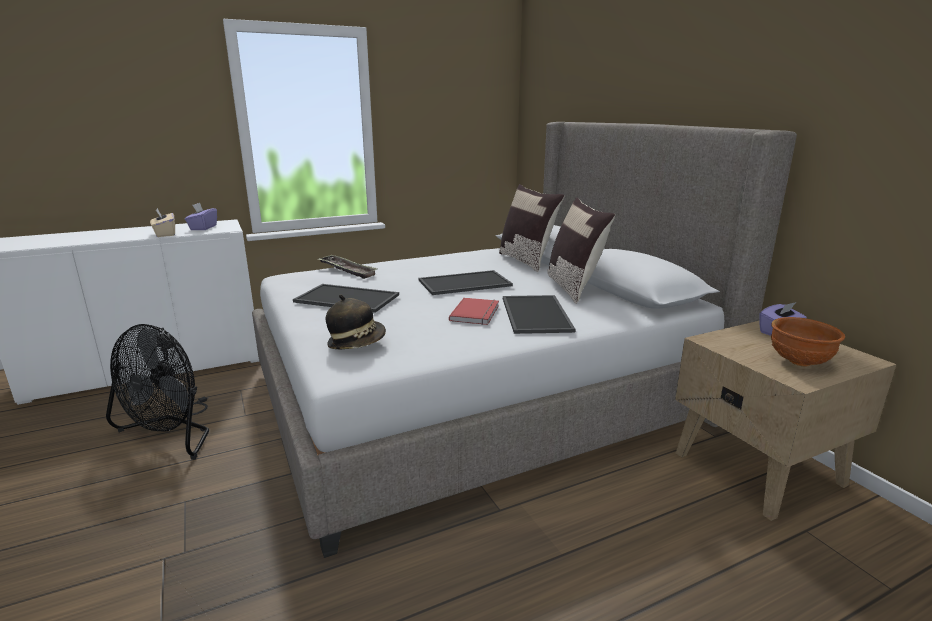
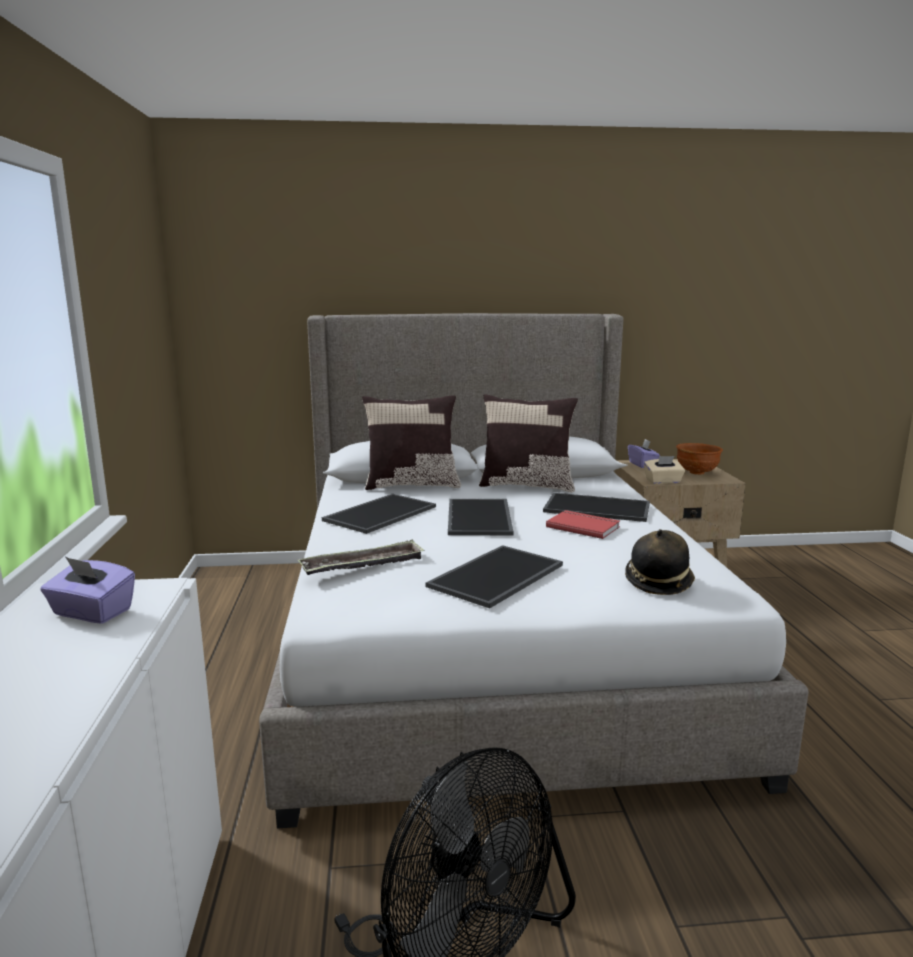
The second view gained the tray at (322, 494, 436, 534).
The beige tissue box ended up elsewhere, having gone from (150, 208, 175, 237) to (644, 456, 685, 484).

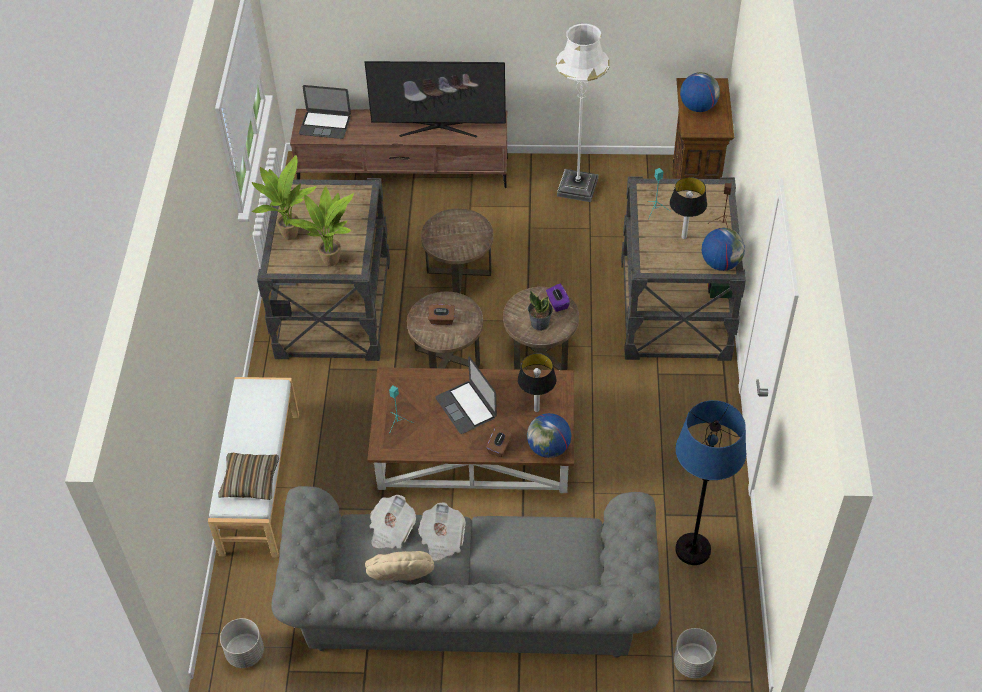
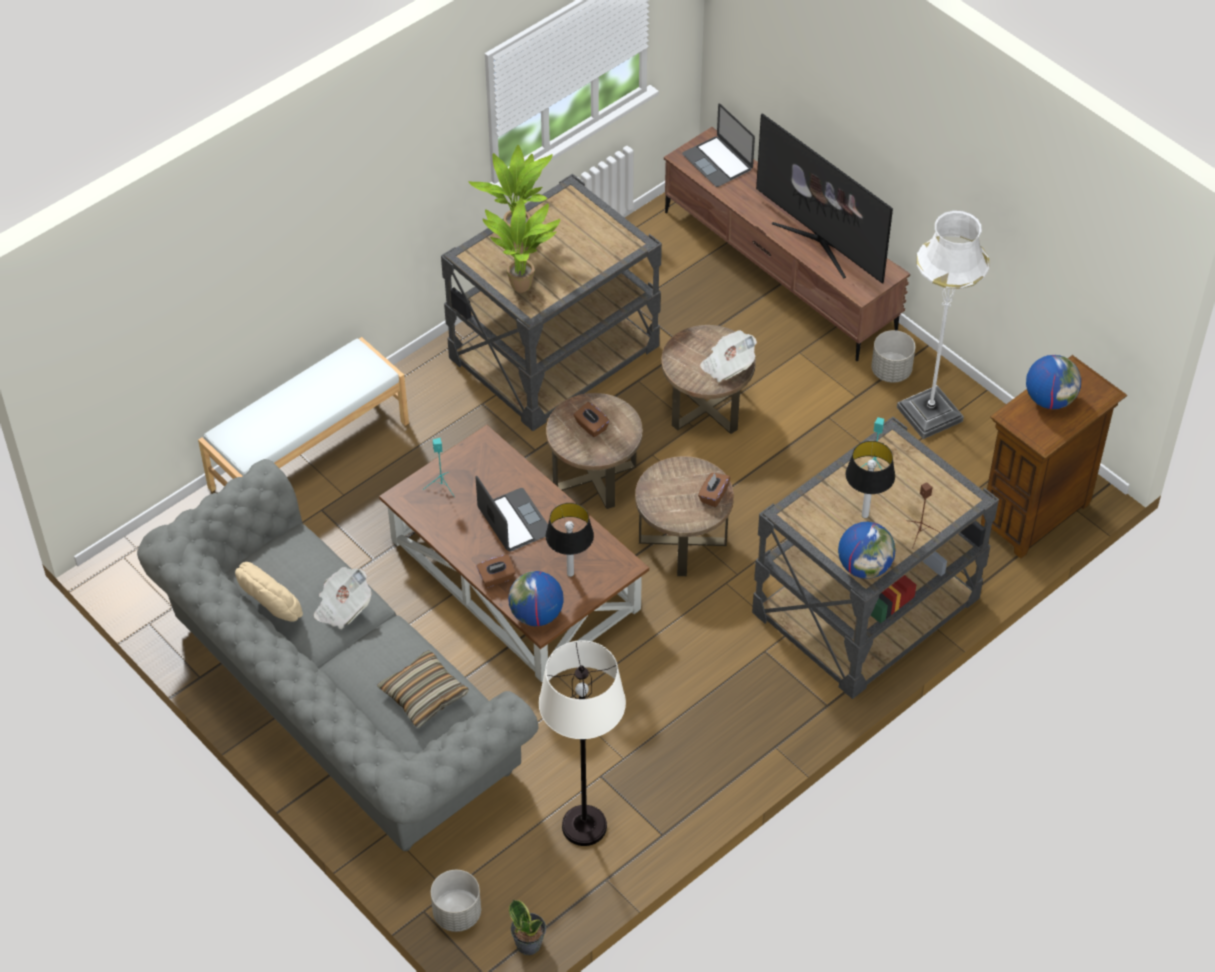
The pillow ended up elsewhere, having gone from (218, 453, 279, 500) to (377, 650, 469, 728).
The grey planter ended up elsewhere, having gone from (220, 618, 264, 668) to (871, 330, 915, 383).
The newspaper ended up elsewhere, having gone from (369, 495, 416, 549) to (700, 330, 757, 382).
The potted plant ended up elsewhere, having gone from (528, 291, 553, 331) to (509, 899, 546, 955).
What was the purple tissue box at (546, 284, 570, 312) turned into the brown tissue box at (698, 472, 730, 507).
What was the blue floor lamp at (675, 400, 746, 565) turned into the white floor lamp at (539, 640, 626, 846).
The laptop at (435, 357, 497, 434) ended up facing another way, 135 degrees clockwise from before.

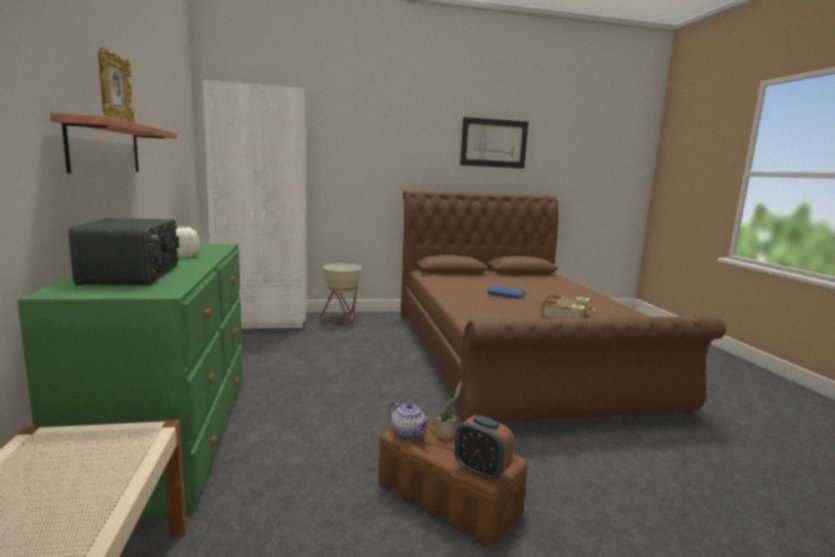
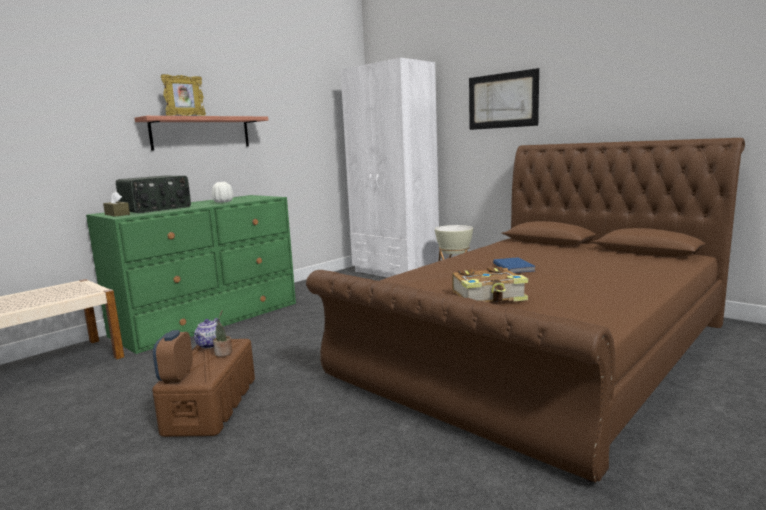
The second view gained the brown tissue box at (103, 191, 130, 217).
The picture ended up elsewhere, having gone from (460, 117, 528, 169) to (469, 68, 539, 130).

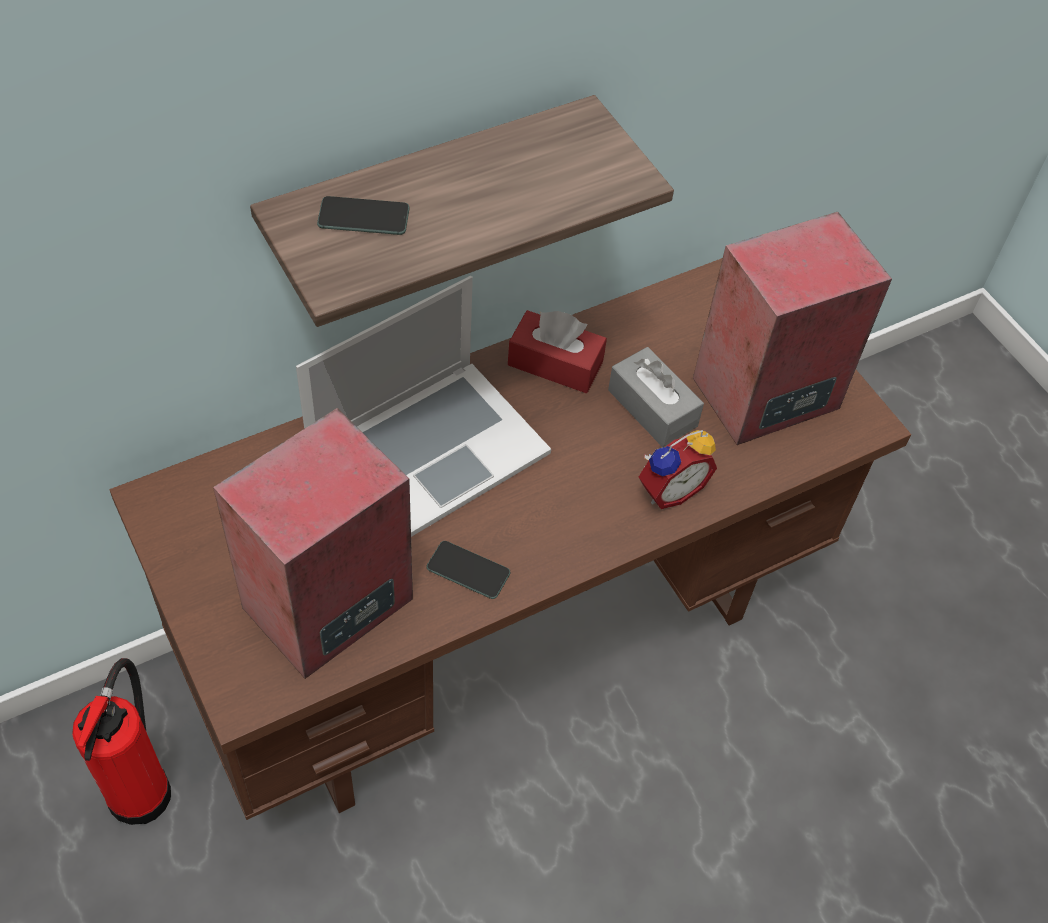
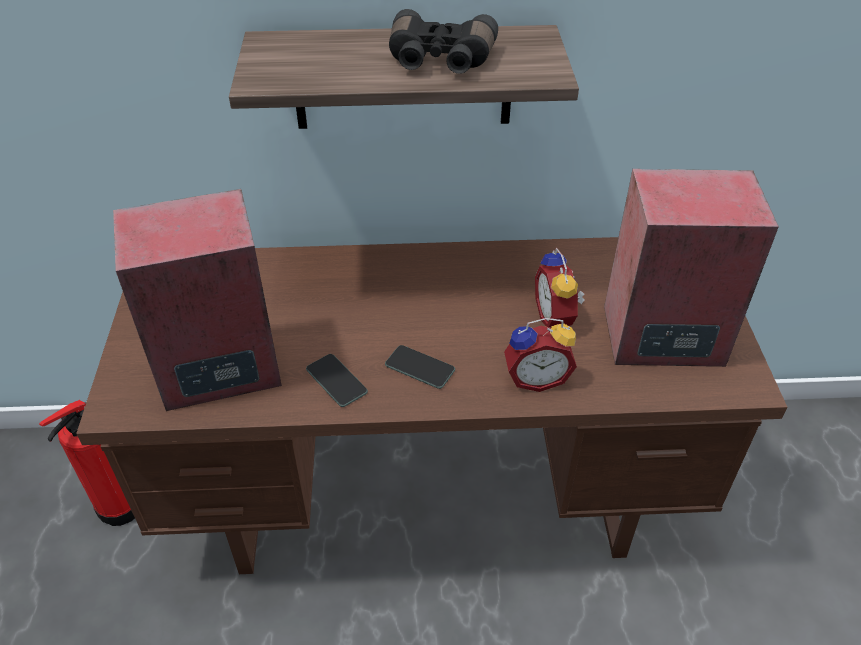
The second view lost the laptop at (296, 276, 551, 537).
The second view lost the red tissue box at (508, 310, 607, 393).
The second view gained the black binoculars at (389, 9, 498, 74).
The phone ended up elsewhere, having gone from (317, 196, 410, 235) to (385, 345, 455, 389).
Where the grey tissue box stood at (608, 347, 704, 447), the alarm clock came to stand at (535, 248, 585, 328).

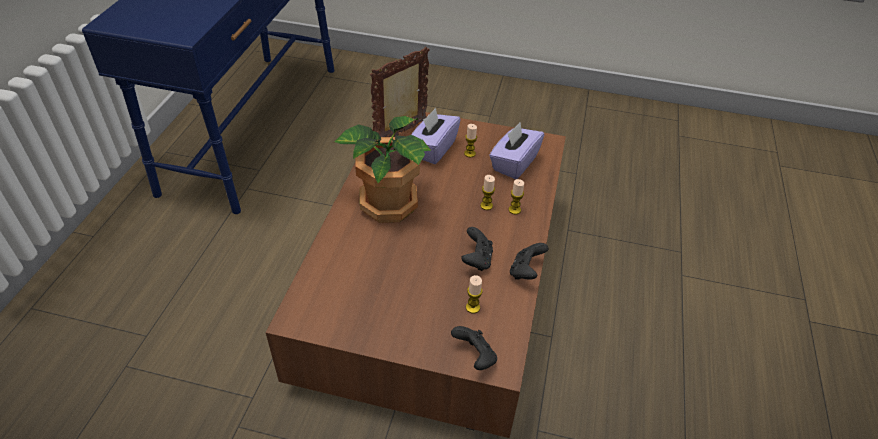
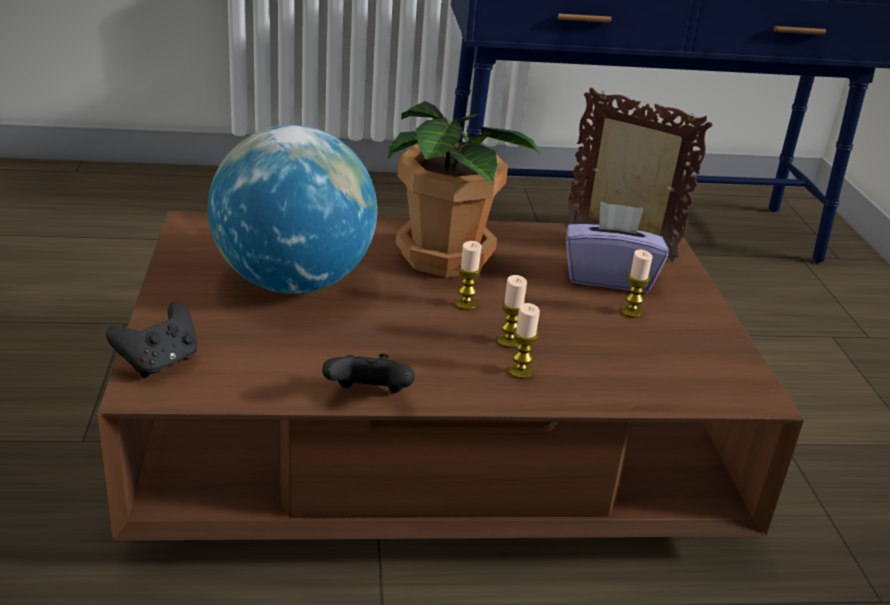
The second view lost the black game controller at (461, 227, 493, 271).
The second view lost the purple tissue box at (489, 122, 544, 179).
The second view gained the globe at (208, 125, 377, 294).
The candle ended up elsewhere, having gone from (466, 275, 482, 314) to (455, 241, 481, 310).

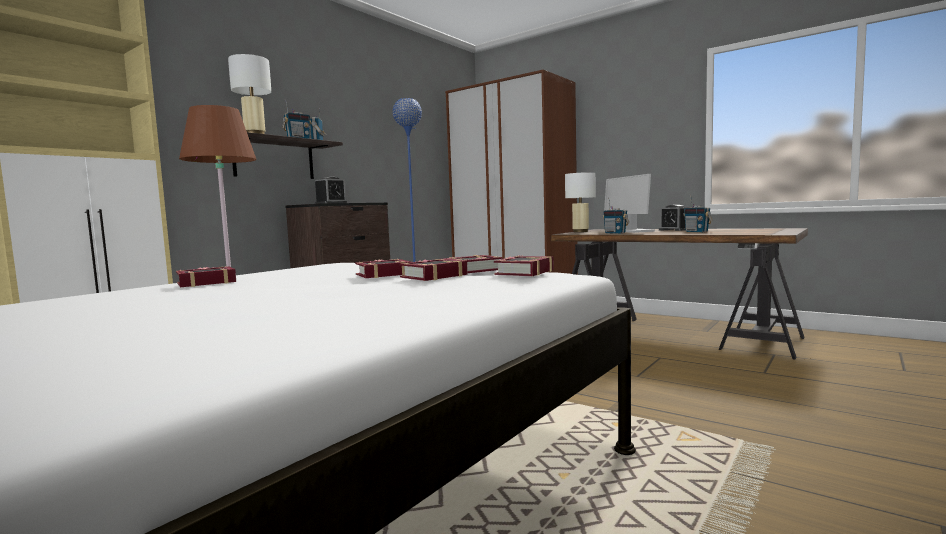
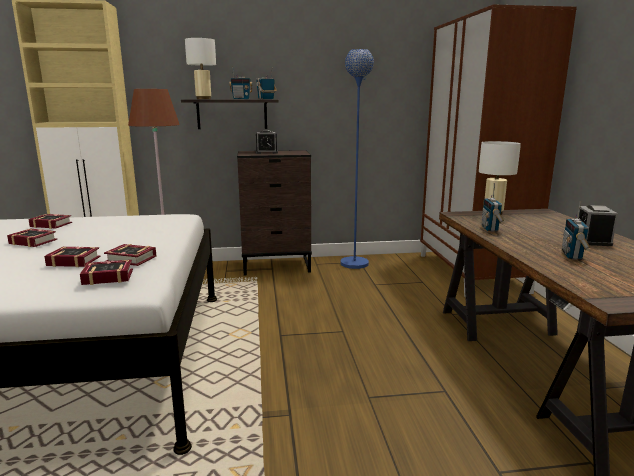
The second view lost the monitor at (604, 174, 655, 233).
The book ended up elsewhere, having gone from (355, 259, 411, 278) to (7, 228, 57, 247).

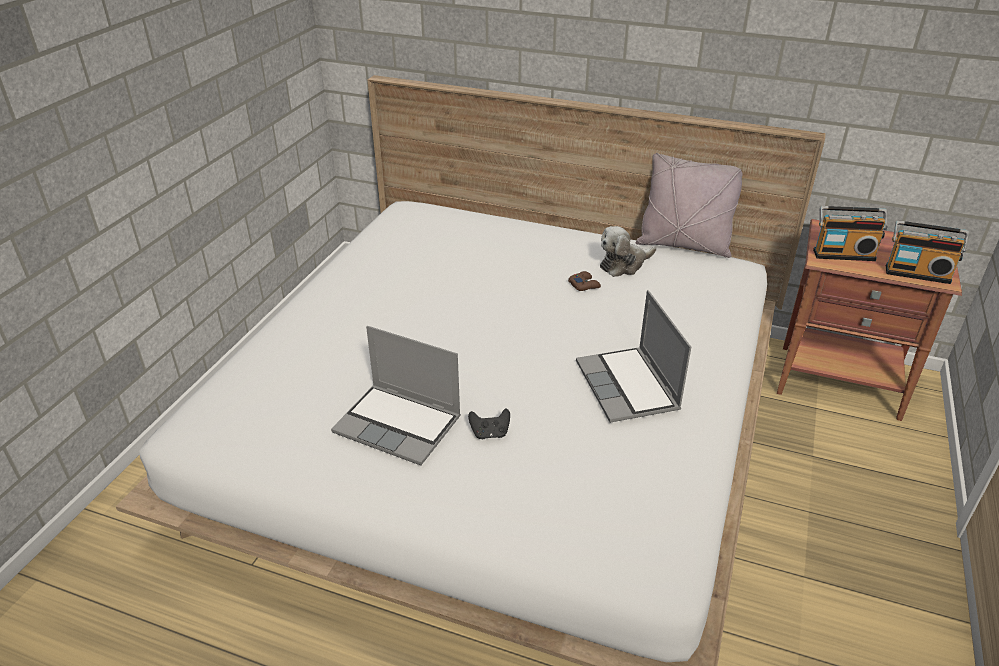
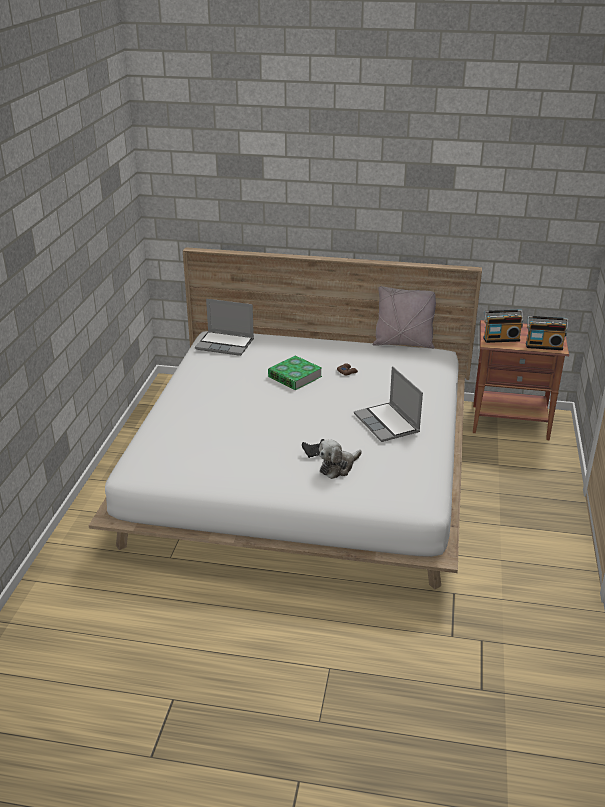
The second view gained the book at (268, 355, 322, 390).
The laptop ended up elsewhere, having gone from (331, 326, 461, 465) to (195, 299, 254, 356).
The plush toy ended up elsewhere, having gone from (600, 226, 656, 277) to (319, 439, 362, 479).

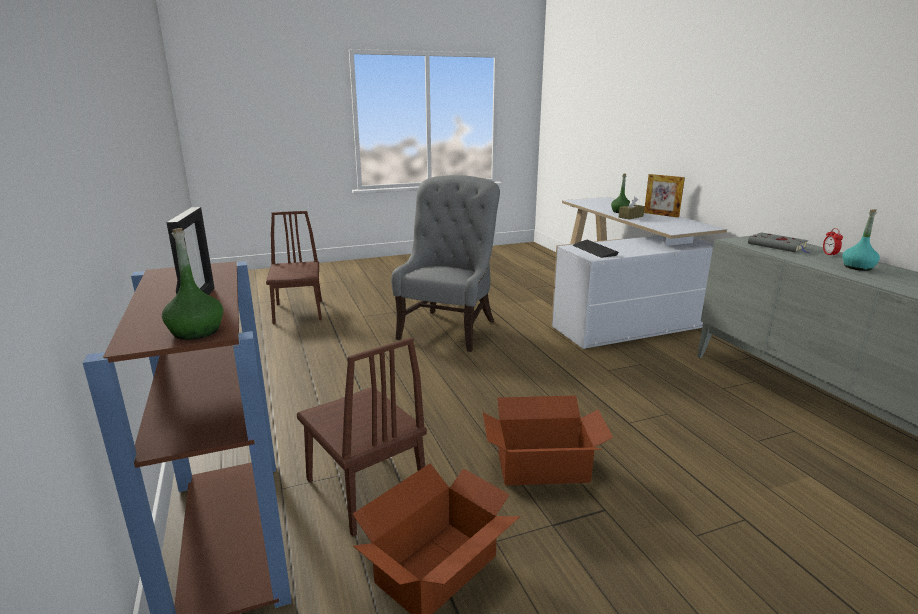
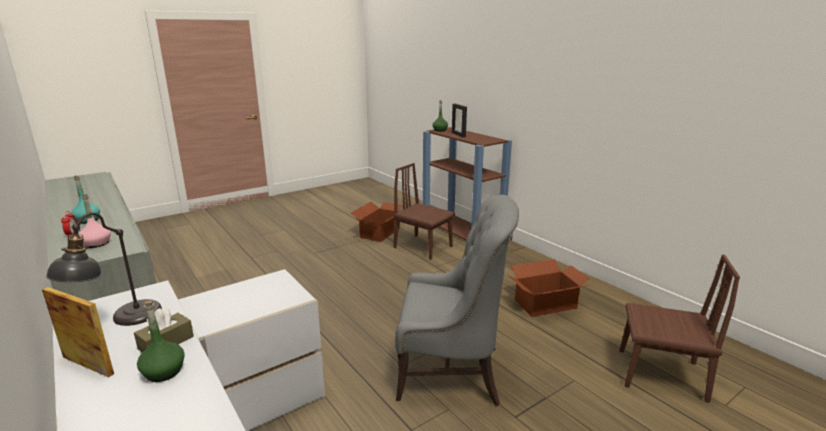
The second view lost the keyboard at (573, 240, 619, 258).
The second view gained the grey table lamp at (46, 212, 162, 326).
The cardboard box ended up elsewhere, having gone from (483, 396, 613, 486) to (509, 259, 590, 317).
Where the grey book stood at (748, 232, 810, 253), the pink bottle came to stand at (79, 194, 111, 248).
The brown chair at (266, 211, 322, 324) ended up facing another way, 45 degrees counterclockwise from before.
The grey chair at (391, 175, 500, 352) ended up facing another way, 90 degrees counterclockwise from before.

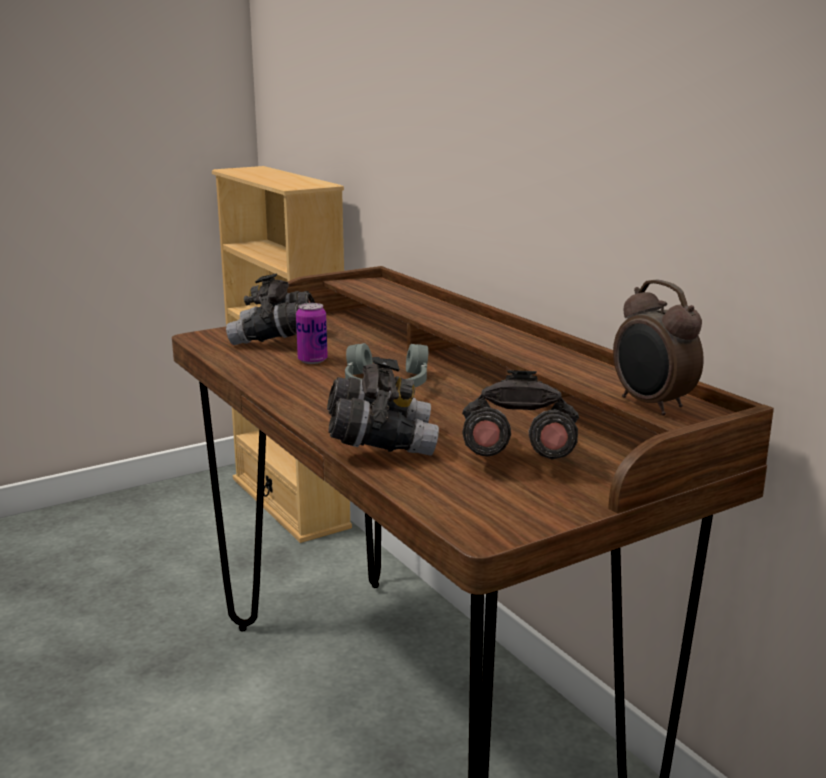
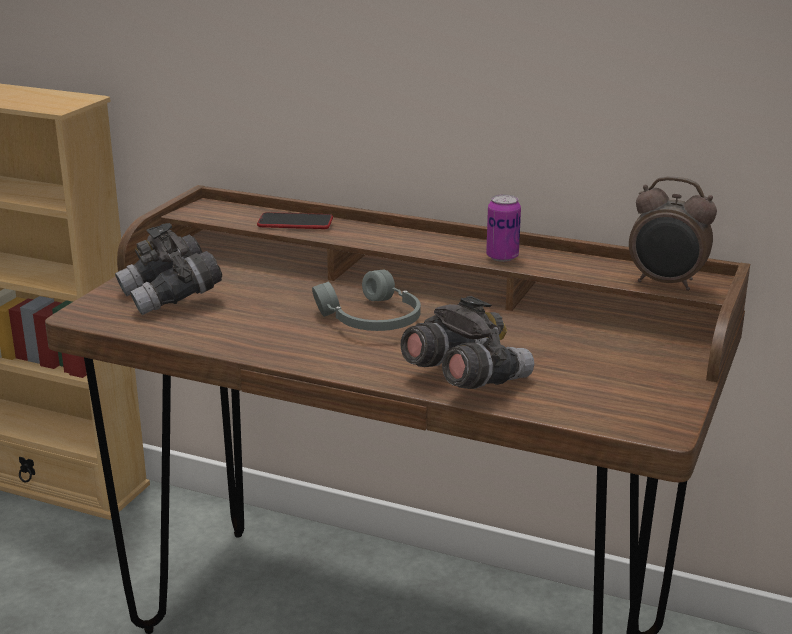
The second view lost the grey binoculars at (462, 370, 579, 459).
The second view gained the phone at (257, 212, 333, 229).
The can ended up elsewhere, having gone from (296, 303, 328, 364) to (486, 194, 521, 262).

